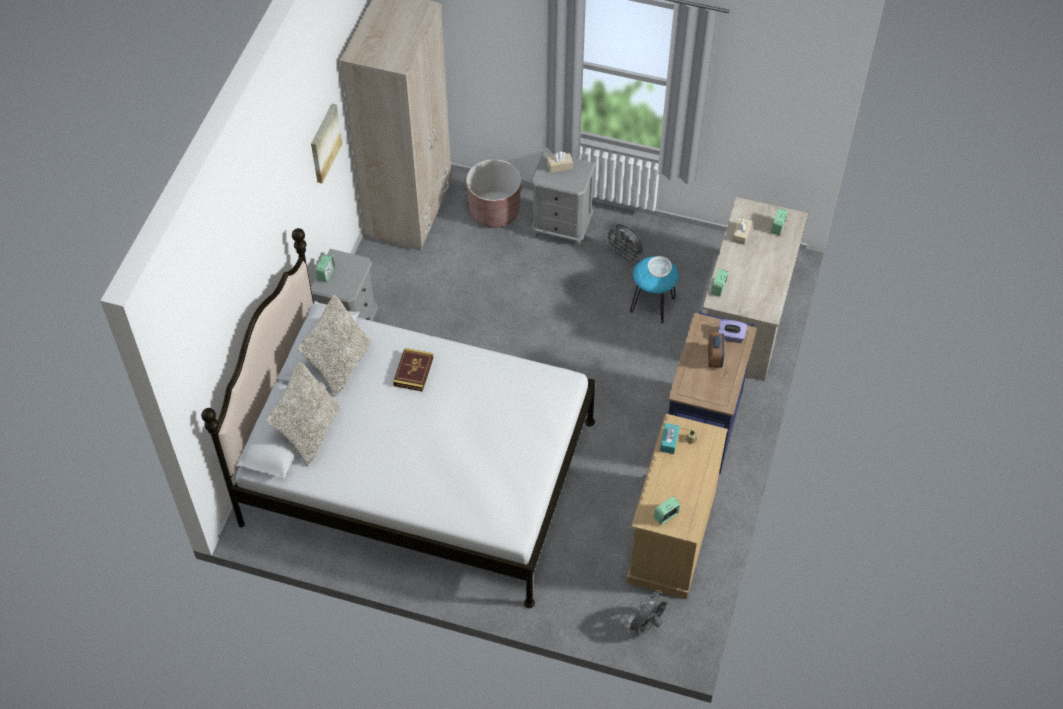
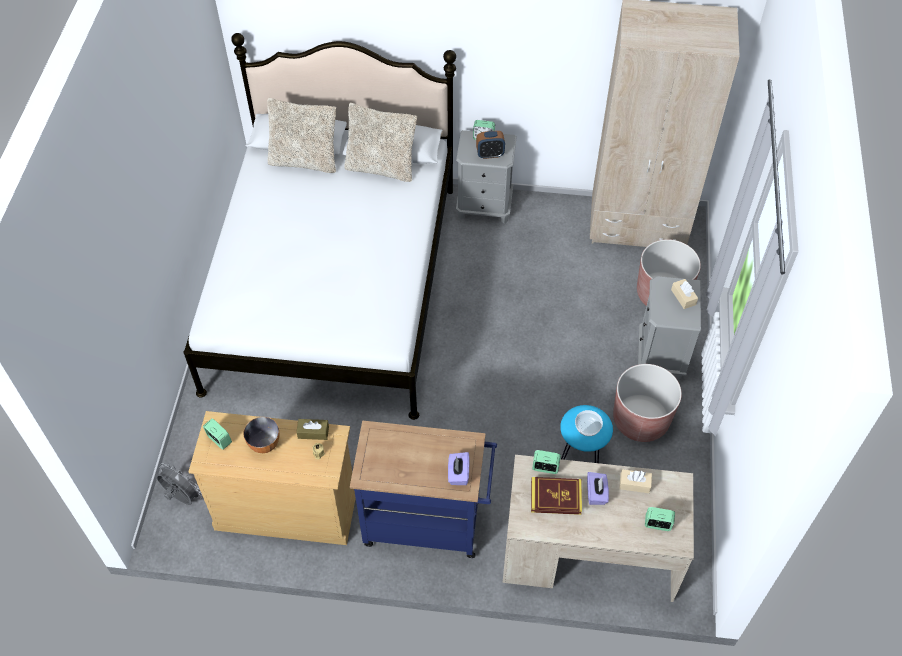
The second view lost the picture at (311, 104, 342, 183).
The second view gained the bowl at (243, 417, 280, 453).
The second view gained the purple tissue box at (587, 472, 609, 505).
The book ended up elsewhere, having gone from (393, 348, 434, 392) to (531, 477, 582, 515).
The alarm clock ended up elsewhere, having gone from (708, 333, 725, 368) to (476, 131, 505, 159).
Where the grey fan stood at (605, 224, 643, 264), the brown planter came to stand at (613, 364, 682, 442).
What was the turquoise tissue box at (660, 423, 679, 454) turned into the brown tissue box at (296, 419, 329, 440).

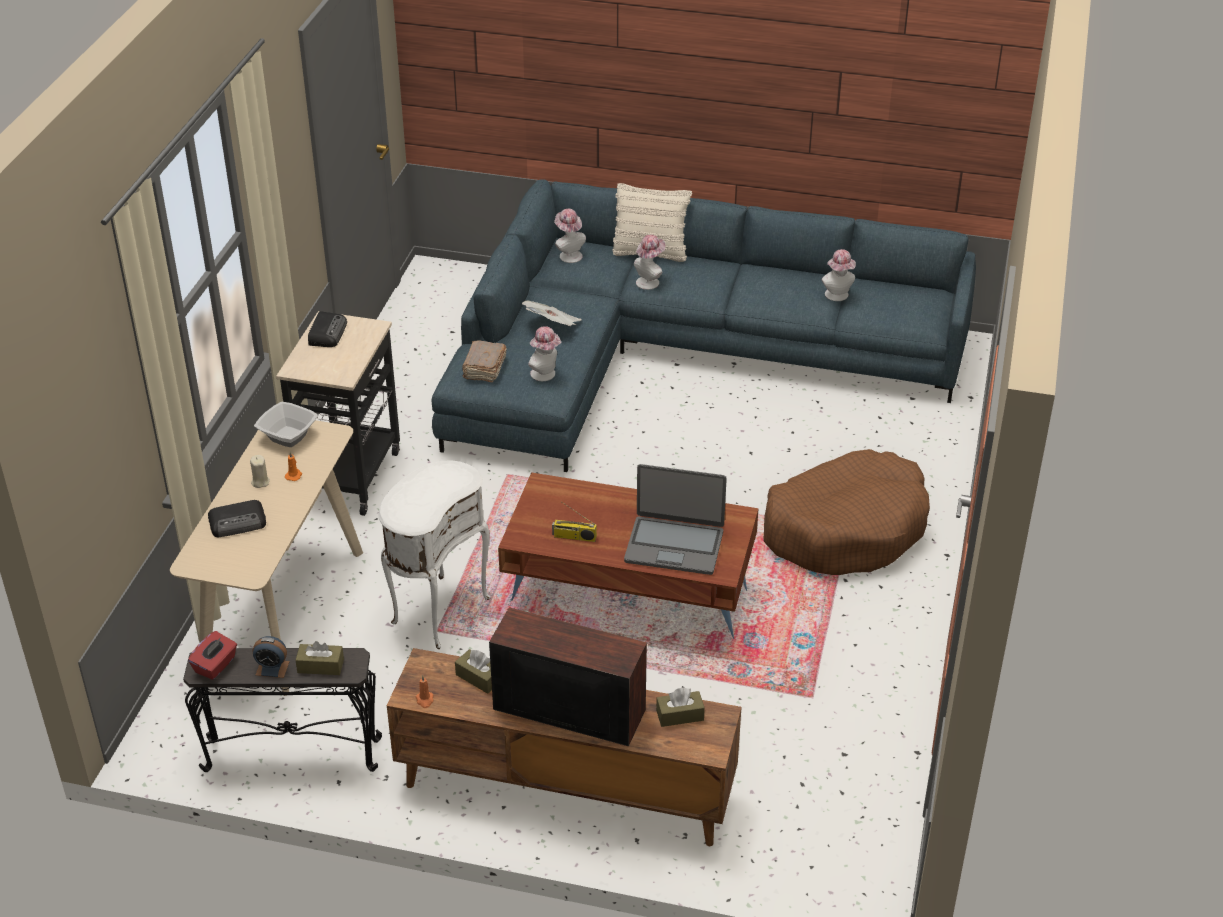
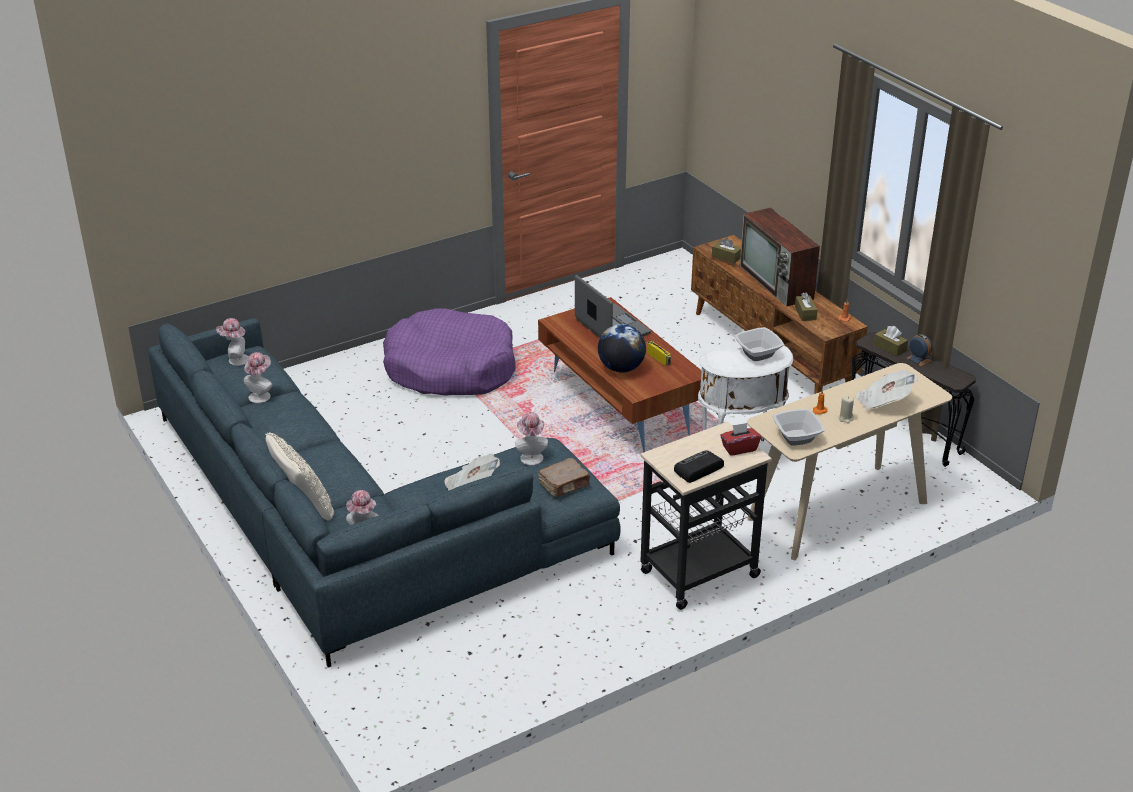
The second view gained the globe at (598, 324, 646, 373).
The second view gained the bowl at (734, 327, 784, 361).
The red tissue box ended up elsewhere, having gone from (188, 631, 237, 680) to (720, 423, 761, 456).
The hat ended up elsewhere, having gone from (634, 235, 665, 290) to (216, 318, 249, 366).
Where the radio stood at (208, 500, 266, 537), the newspaper came to stand at (855, 370, 917, 410).
What was the brown dog bed at (763, 449, 930, 575) turned into the purple dog bed at (383, 308, 516, 396).

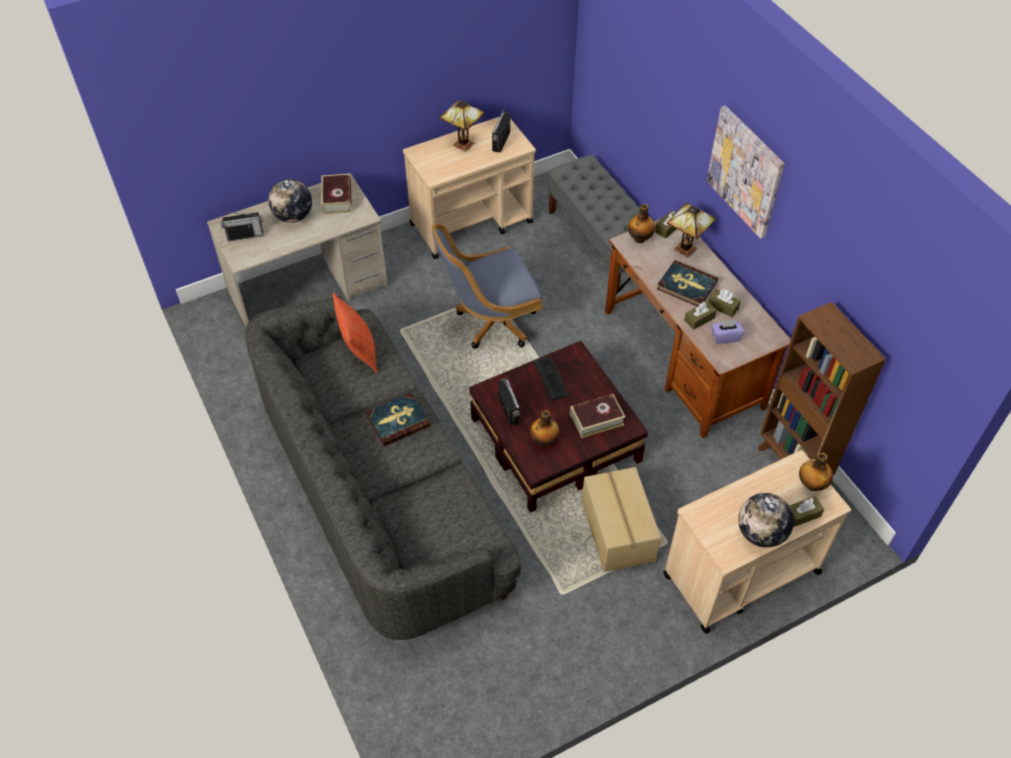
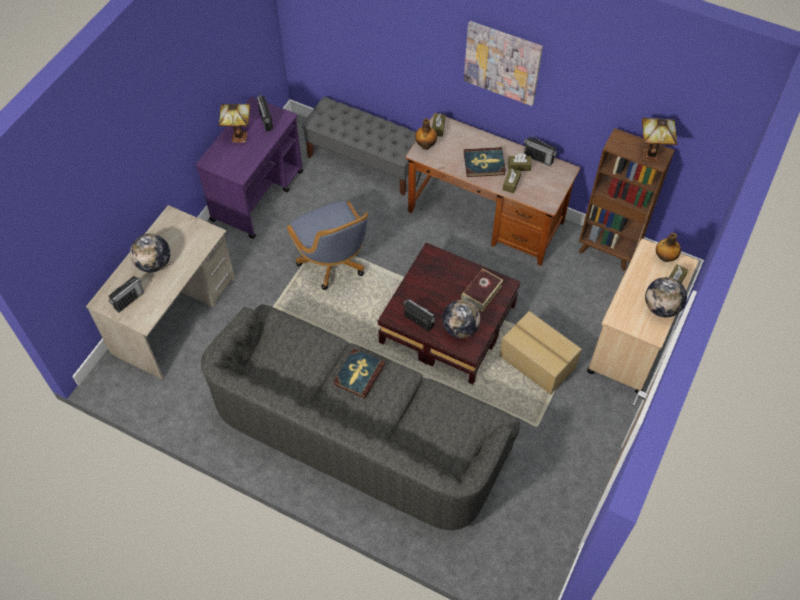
The second view lost the book at (321, 174, 352, 214).
The second view lost the orange pillow at (332, 292, 378, 373).
The second view lost the keyboard at (534, 357, 569, 401).
The second view lost the purple tissue box at (711, 320, 745, 344).
The second view gained the radio at (524, 134, 557, 166).
The table lamp ended up elsewhere, having gone from (667, 203, 716, 257) to (642, 118, 677, 162).
Where the bottle stood at (530, 410, 559, 447), the globe came to stand at (442, 300, 480, 338).
What was the beige cart at (403, 117, 536, 259) turned into the purple cart at (196, 97, 304, 239).
The blue office chair at (432, 223, 542, 349) ended up facing another way, 60 degrees counterclockwise from before.

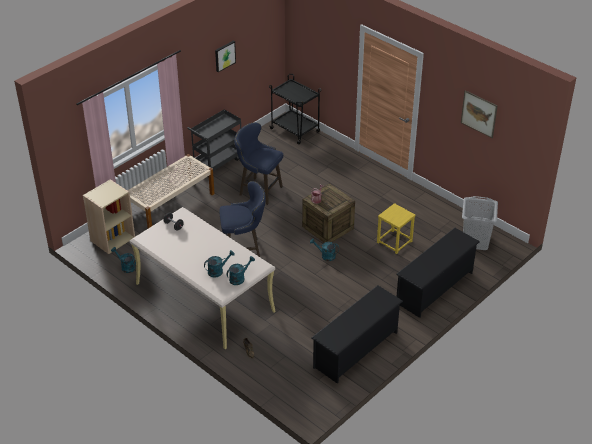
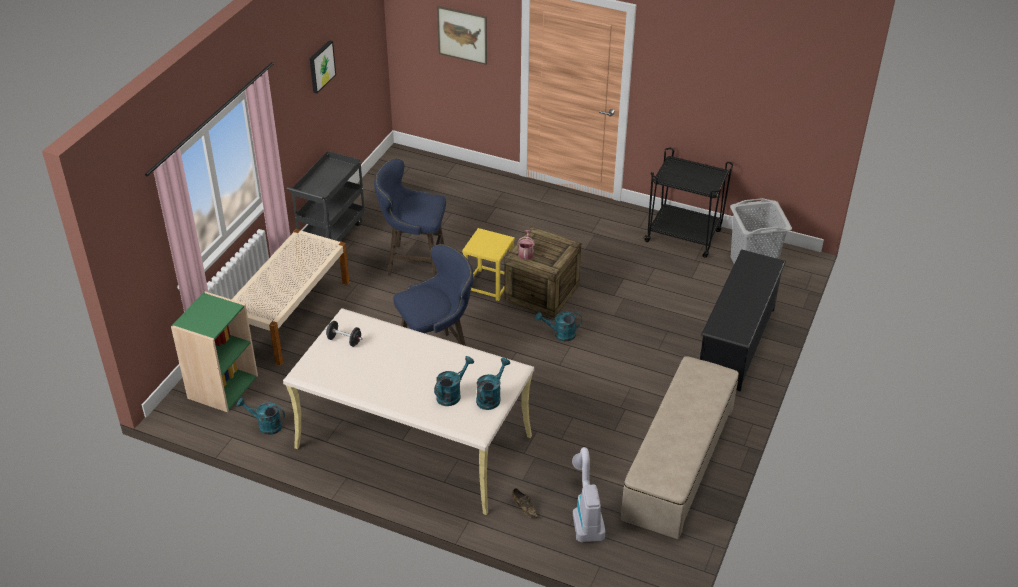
The second view gained the vacuum cleaner at (572, 447, 605, 542).
The black cart ended up elsewhere, having gone from (269, 74, 321, 145) to (643, 148, 733, 258).
The yellow stool ended up elsewhere, having gone from (377, 203, 416, 254) to (462, 228, 515, 301).
The picture ended up elsewhere, having gone from (461, 90, 497, 138) to (437, 6, 487, 65).
Where the black shoe rack stood at (312, 285, 403, 384), the beige bench came to stand at (620, 356, 739, 539).
What was the beige bookcase at (83, 179, 135, 254) turned into the green bookcase at (171, 291, 258, 412).

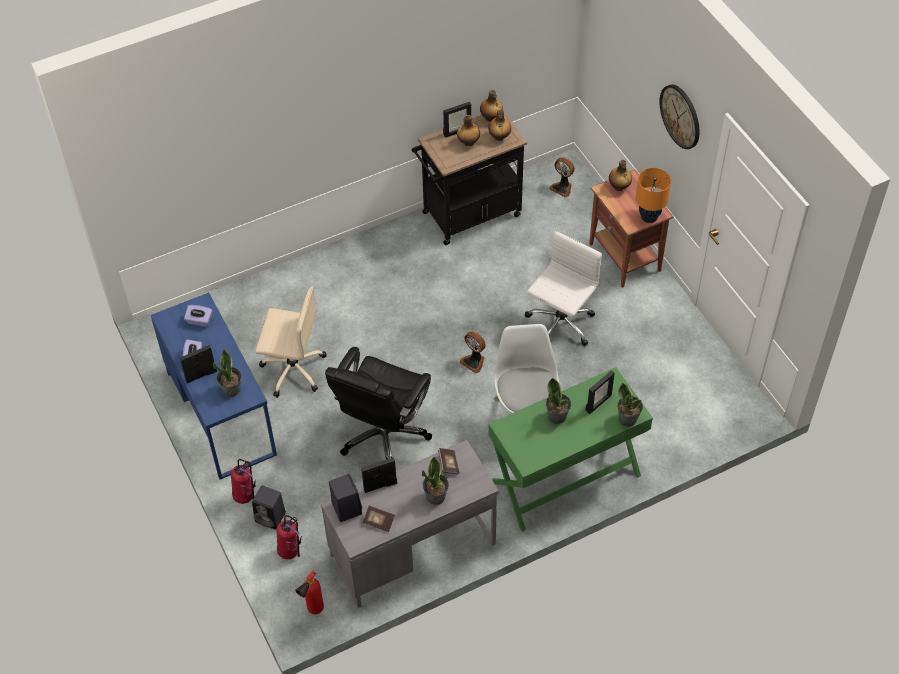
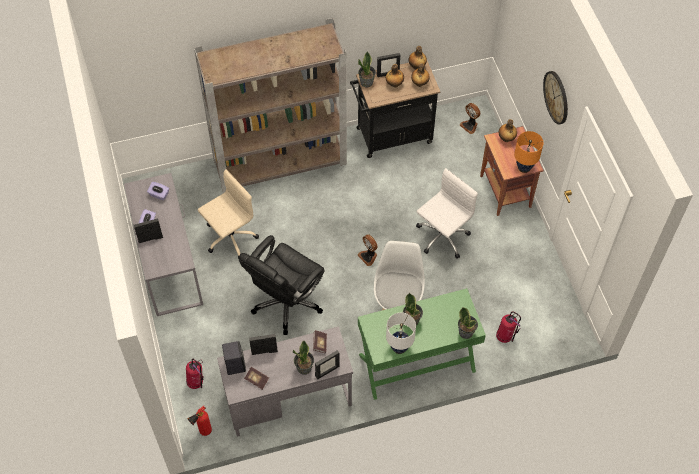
The second view lost the black speaker at (252, 486, 286, 530).
The second view gained the brown bookcase at (194, 18, 347, 193).
The second view gained the white table lamp at (386, 313, 416, 354).
The potted plant ended up elsewhere, having gone from (213, 349, 241, 397) to (358, 51, 376, 87).
The fire extinguisher ended up elsewhere, having gone from (231, 459, 256, 504) to (496, 312, 521, 343).
The picture frame ended up elsewhere, having gone from (586, 370, 615, 414) to (315, 350, 340, 380).
What was the blue desk at (151, 292, 277, 480) turned into the grey desk at (124, 173, 203, 316).
The beige office chair at (255, 287, 327, 398) ended up facing another way, 60 degrees counterclockwise from before.

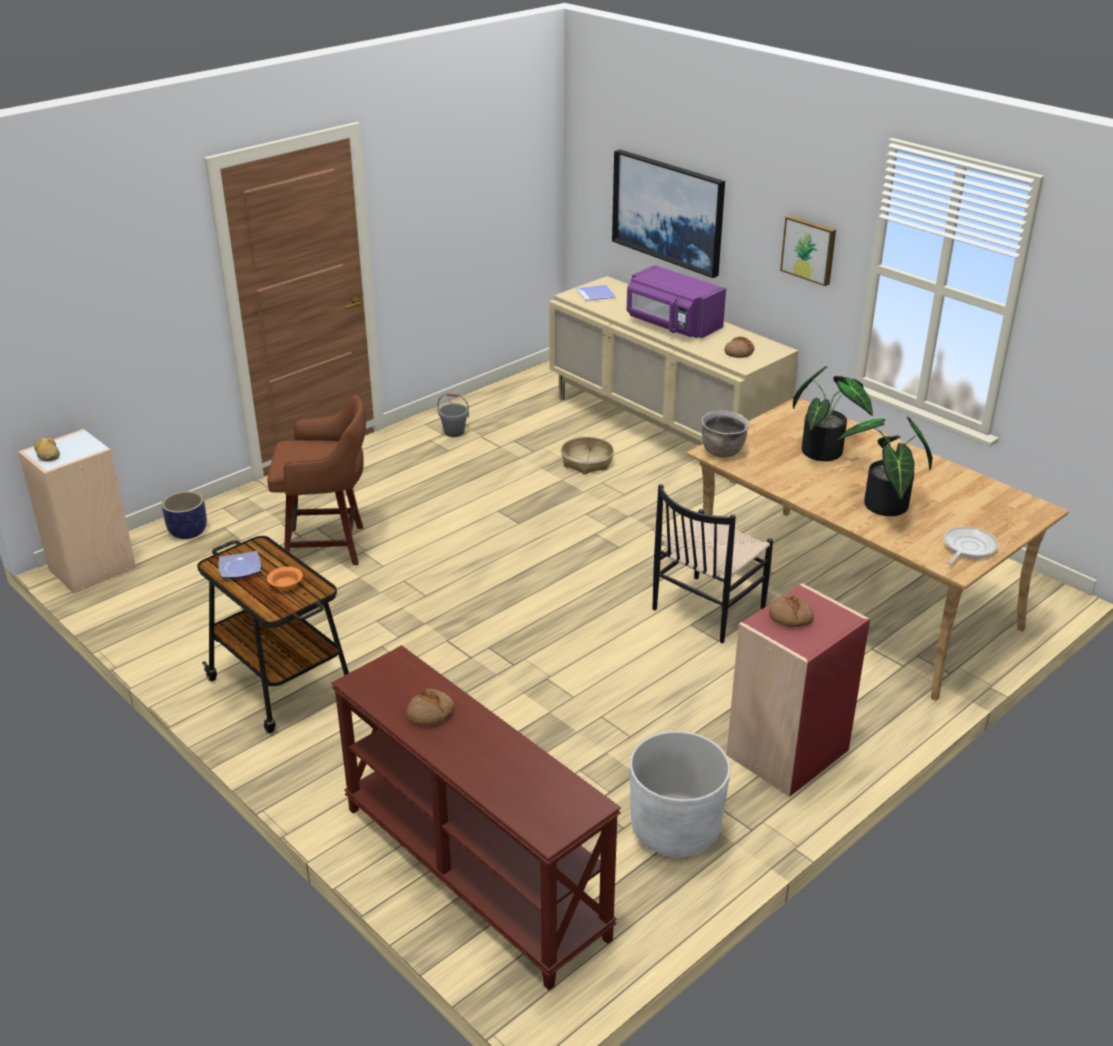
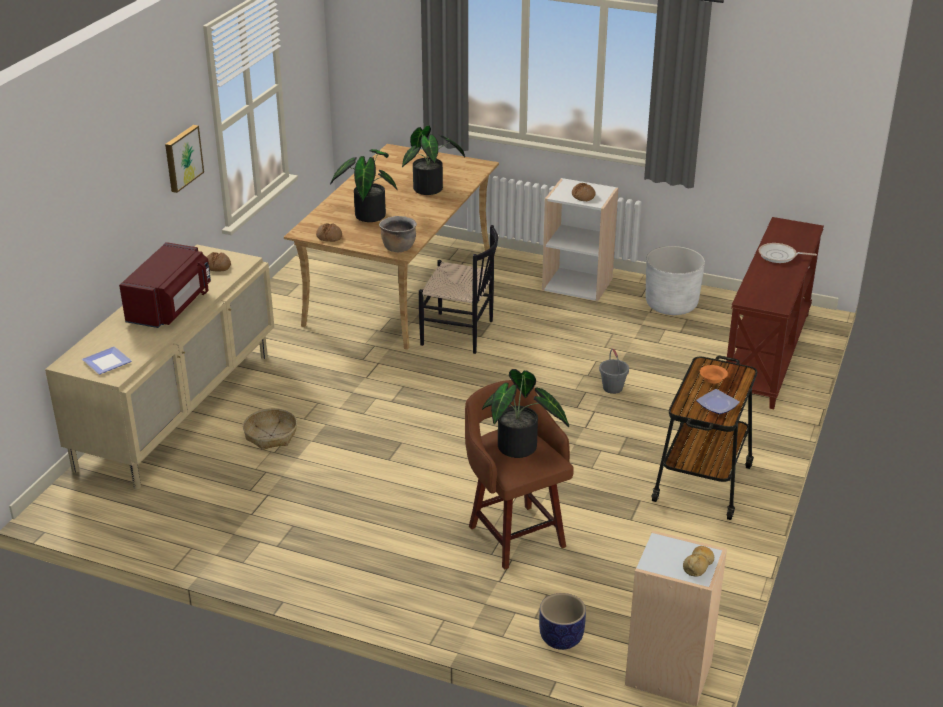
The second view lost the picture at (612, 150, 725, 278).
The second view gained the potted plant at (482, 369, 569, 458).
The bread ended up elsewhere, having gone from (406, 689, 455, 725) to (316, 223, 342, 242).
The grey bucket ended up elsewhere, having gone from (437, 393, 469, 437) to (599, 349, 629, 394).
The frying pan ended up elsewhere, having gone from (944, 526, 999, 565) to (759, 243, 817, 263).
What was the purple microwave at (627, 265, 726, 338) turned into the red microwave at (119, 242, 211, 328).
What was the red bookcase at (726, 583, 870, 797) turned into the white bookcase at (542, 178, 618, 301).

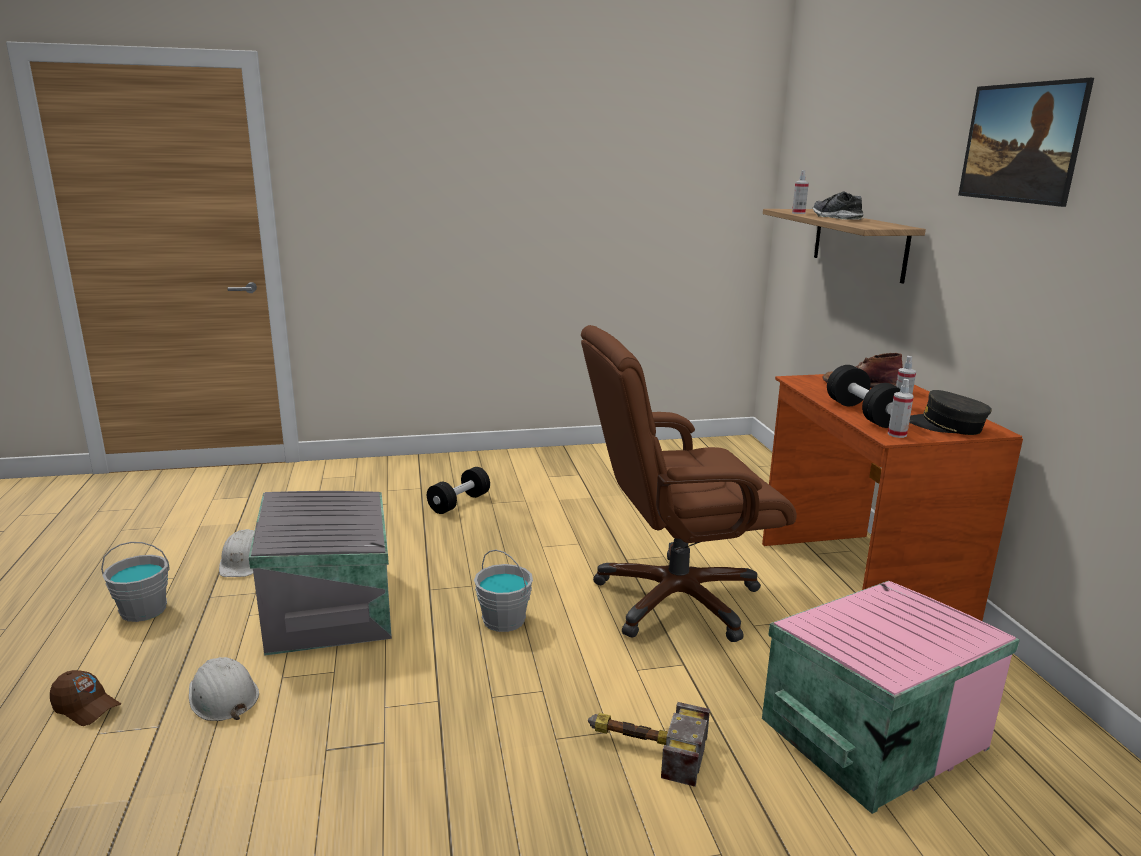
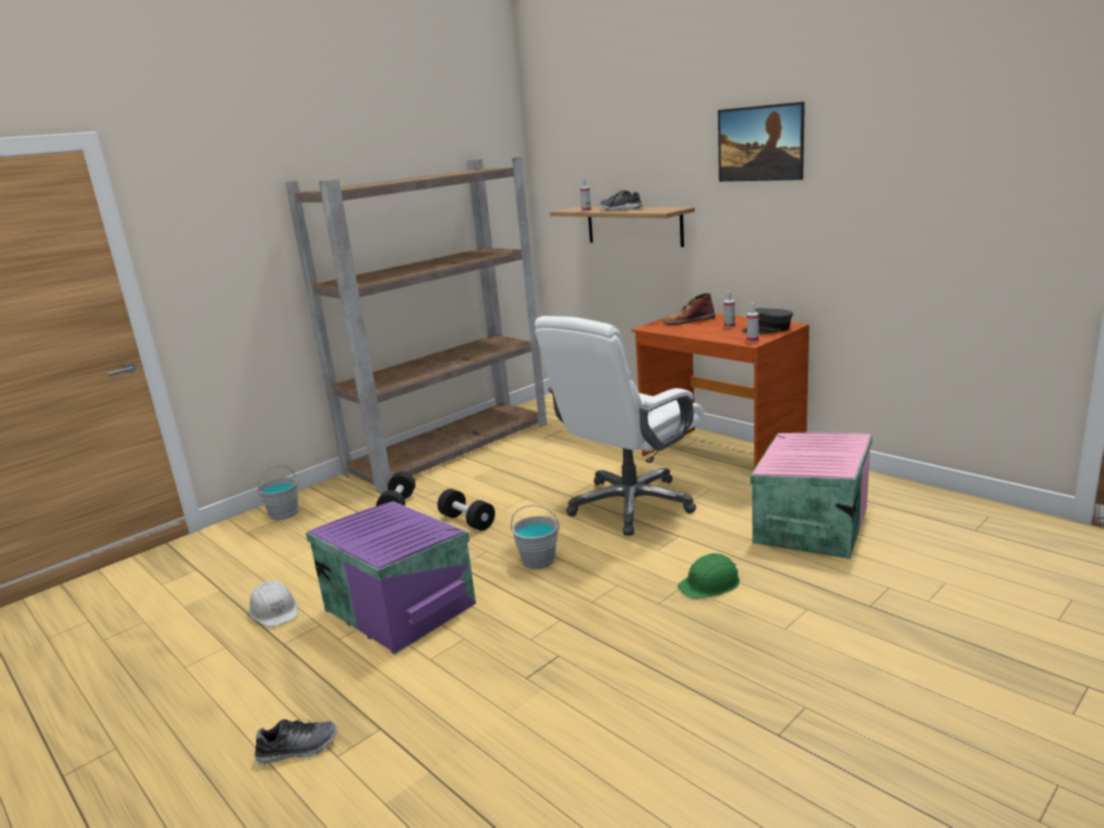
The second view lost the white hard hat at (189, 657, 259, 721).
The second view gained the brown bookcase at (285, 157, 547, 494).
The grey bucket ended up elsewhere, having gone from (101, 542, 170, 622) to (257, 465, 299, 520).
The black dumbbell ended up elsewhere, having gone from (827, 365, 900, 428) to (437, 489, 495, 531).
Where the brown cap stood at (50, 670, 121, 726), the shoe came to stand at (255, 719, 337, 765).
Where the hammer stood at (588, 702, 710, 787), the green hard hat came to stand at (677, 553, 740, 599).
What was the grey storage box at (249, 491, 392, 656) turned into the purple storage box at (306, 501, 476, 655).
What was the brown office chair at (581, 325, 797, 642) turned into the white office chair at (535, 316, 704, 536).

